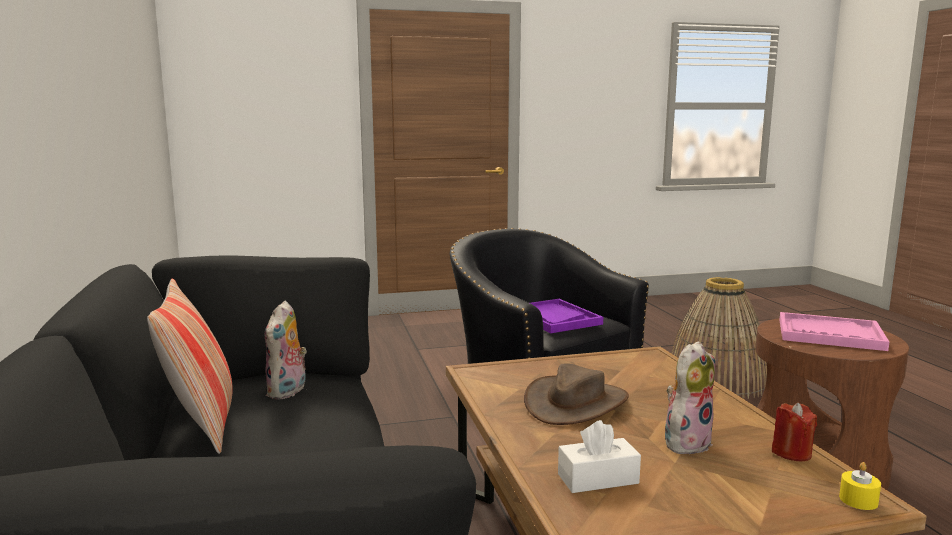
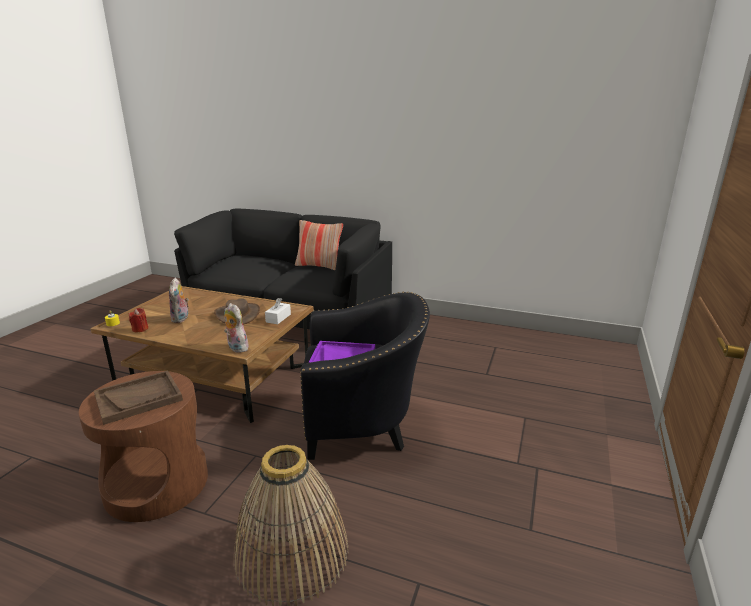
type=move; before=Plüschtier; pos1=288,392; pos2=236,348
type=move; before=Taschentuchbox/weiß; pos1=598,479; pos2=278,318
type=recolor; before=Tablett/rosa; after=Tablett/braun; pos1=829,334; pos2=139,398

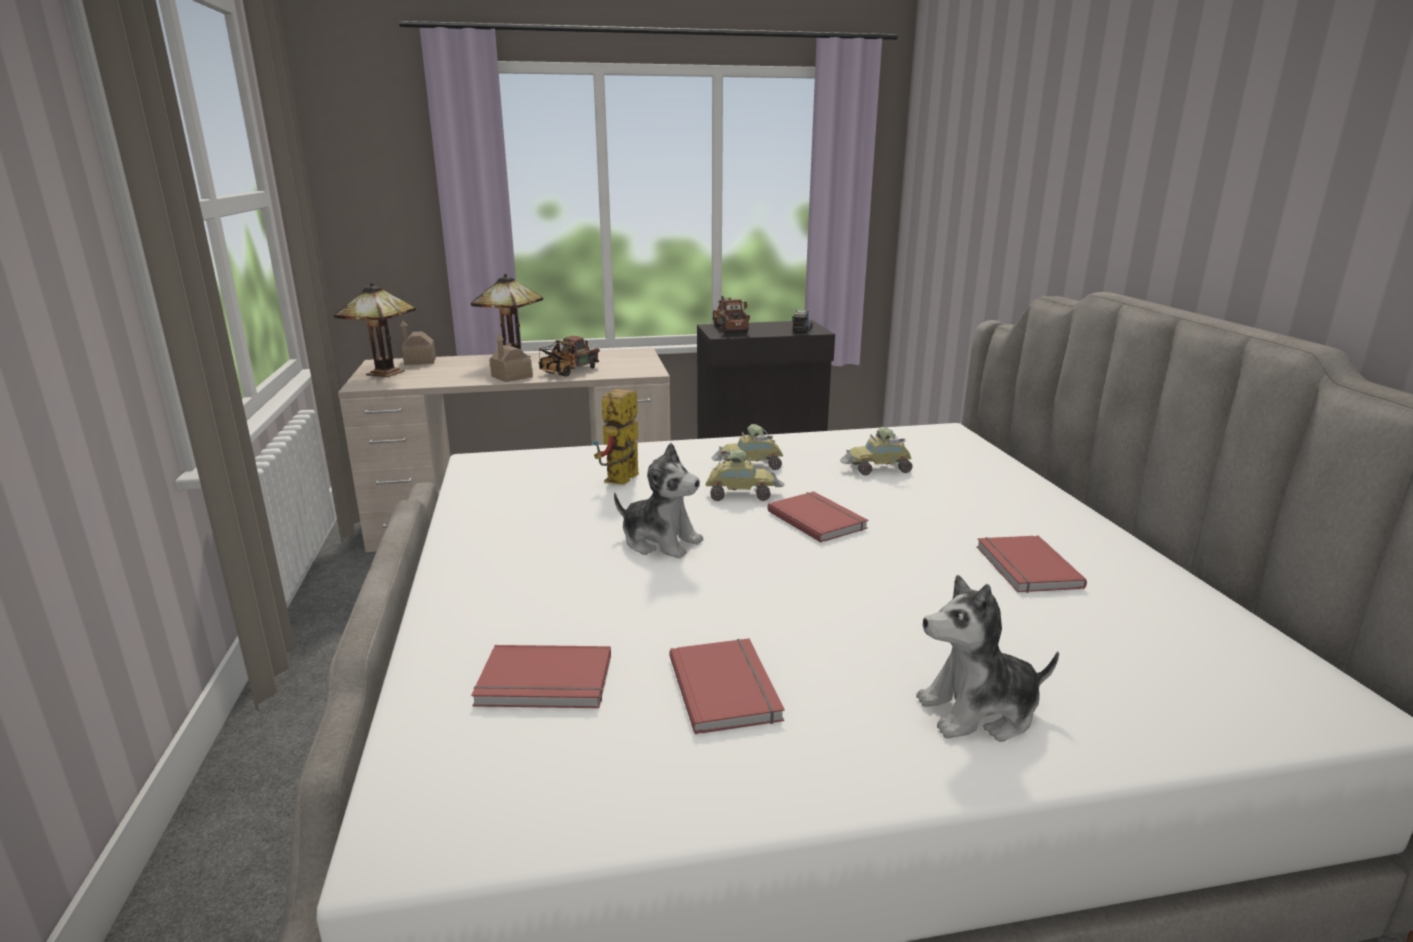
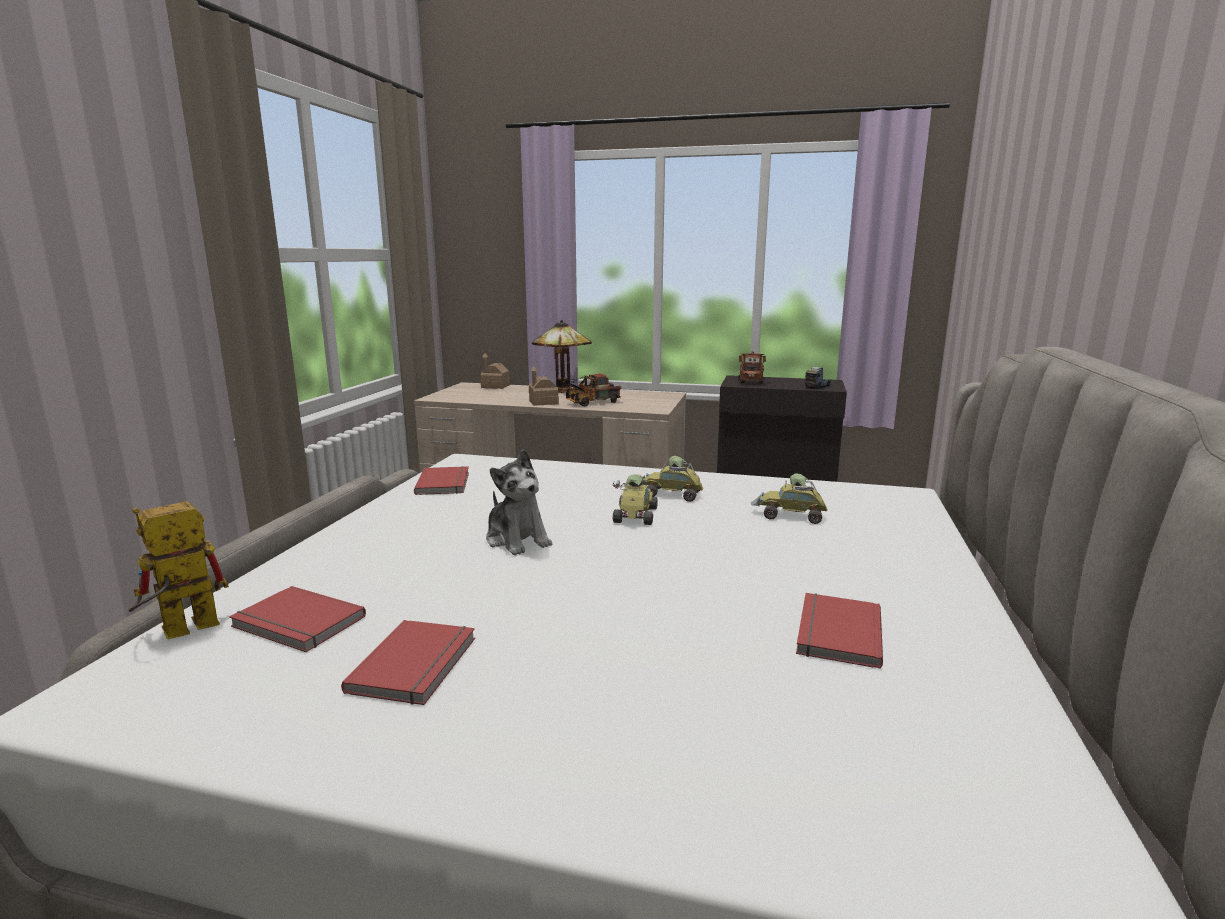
type=delete; before=Tischlampe; pos1=385,374
type=move; before=Spielzeugroboter; pos1=621,481; pos2=178,632
type=rotate; before=Spielzeugauto; pos1=741,492; pos2=634,514; turn=-105
type=move; before=Buch/rot; pos1=818,519; pos2=445,483
type=delete; before=Plüschtier; pos1=979,712

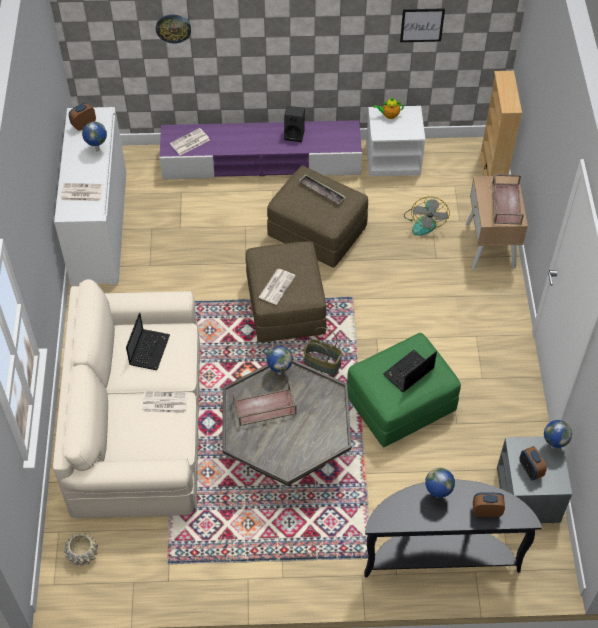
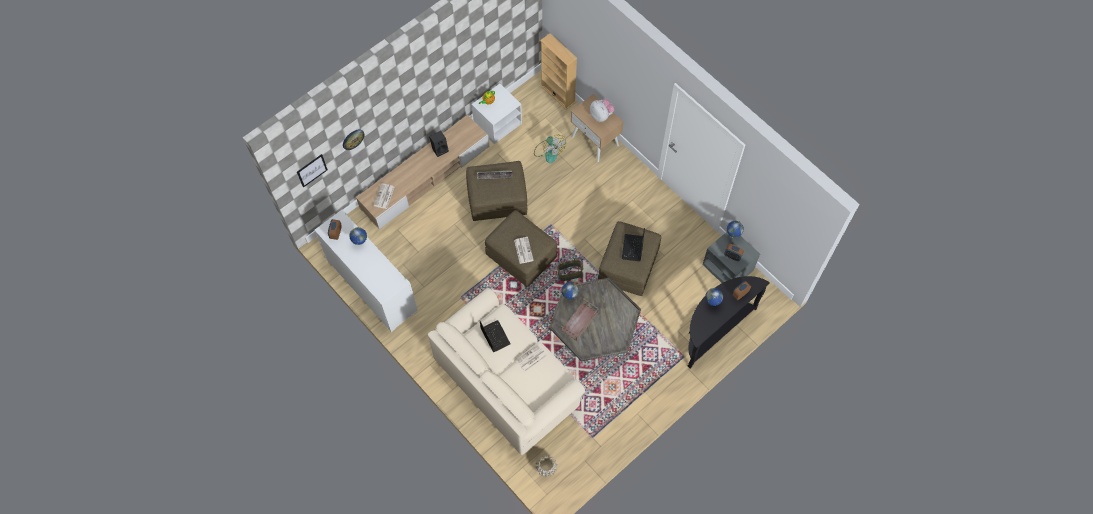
type=delete; before=Zeitung; pos1=81,193
type=recolor; before=Fernsehschrank/lila; after=Fernsehschrank/beige; pos1=262,161; pos2=425,177
type=recolor; before=Polsterhocker/grün; after=Polsterhocker/braun; pos1=400,404; pos2=628,266
type=move; before=Bild; pos1=422,25; pos2=312,170
type=replace; before=Tablett/braun; after=Plüschtier; pos1=505,203; pos2=601,115

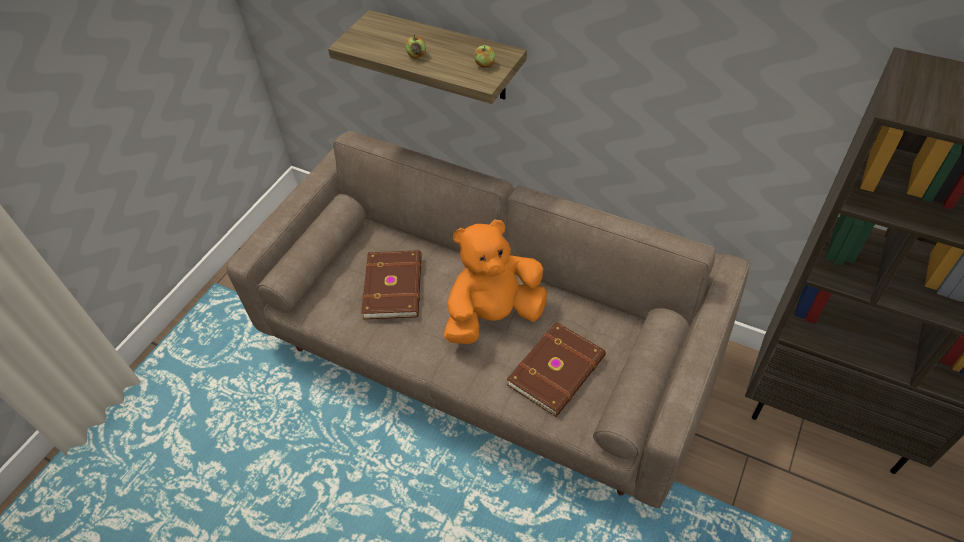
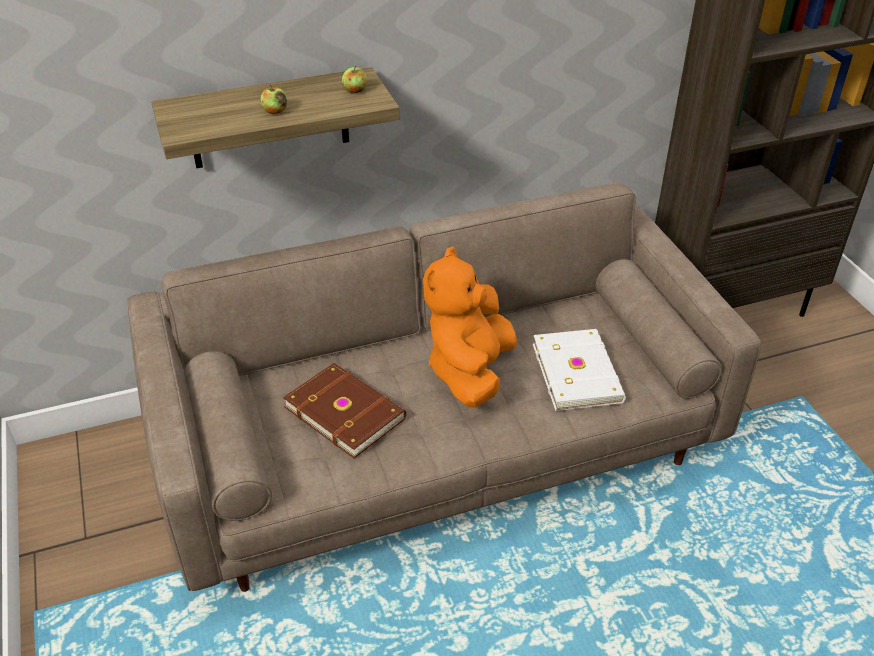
type=recolor; before=Buch/braun; after=Buch/weiß; pos1=558,371; pos2=578,372

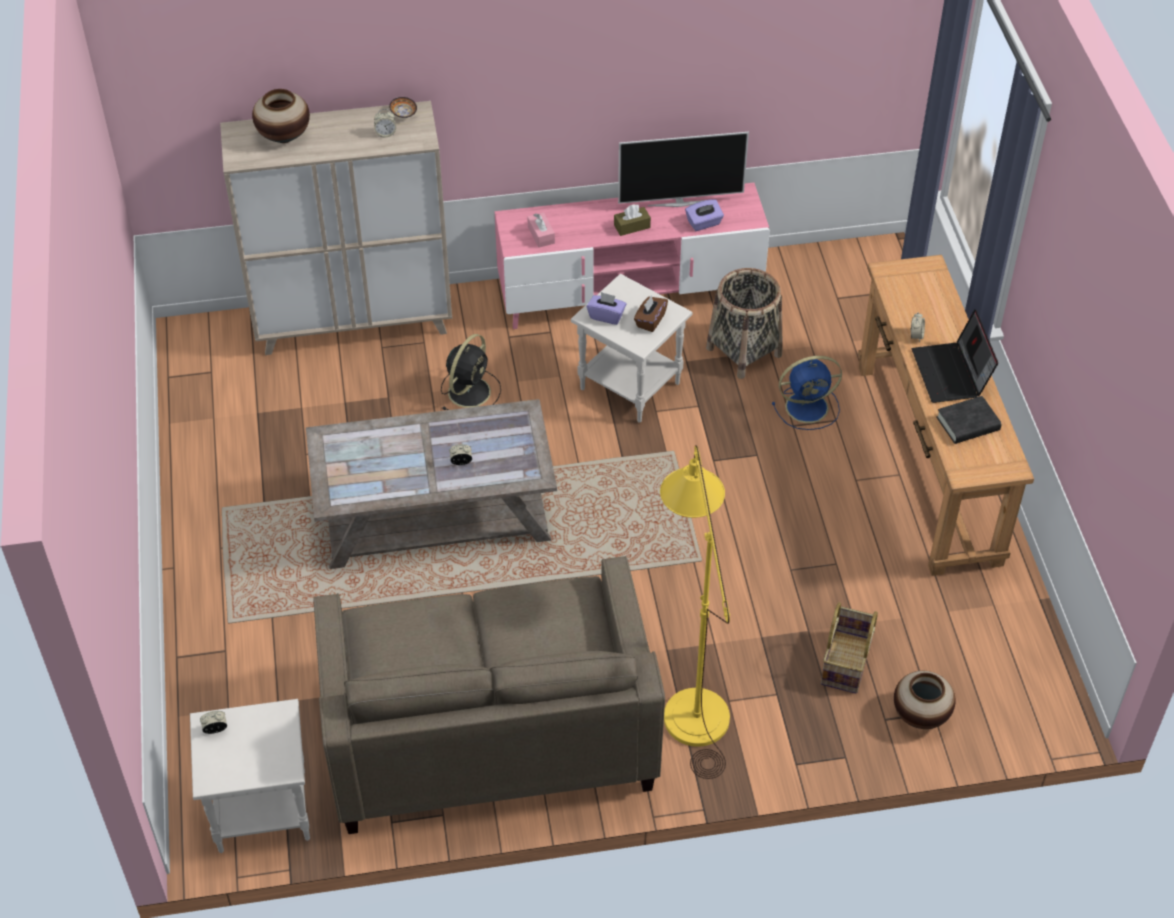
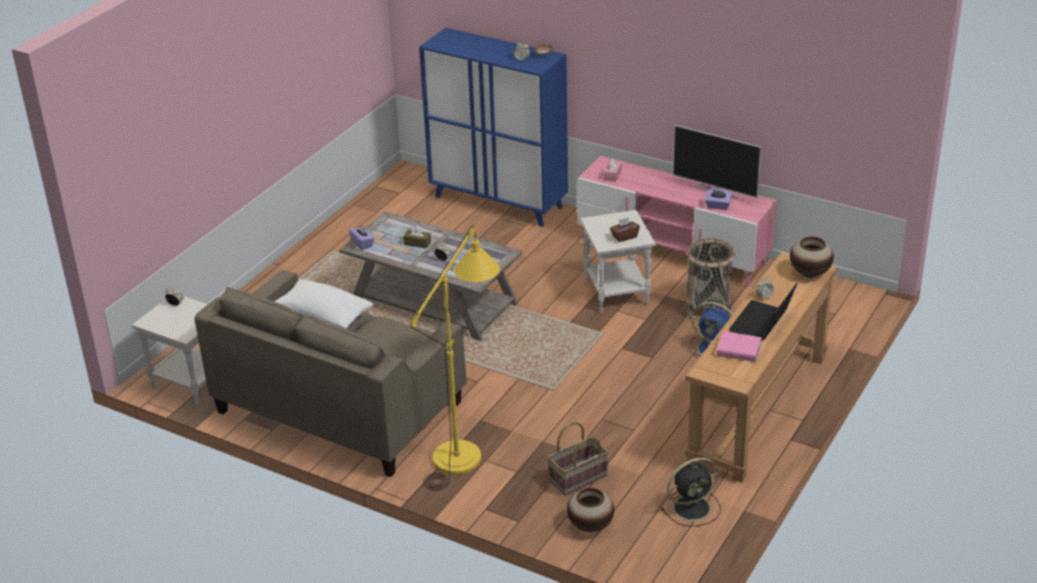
type=recolor; before=Schrank/beige; after=Schrank/blau; pos1=354,323; pos2=498,202
type=move; before=Vase; pos1=284,136; pos2=810,273
type=move; before=Ventilator/schwarz; pos1=470,391; pos2=693,507
type=move; before=Taschentuchbox/lila; pos1=606,316; pos2=362,244
type=move; before=Taschentuchbox/braun; pos1=632,226; pos2=417,243
type=recolor; before=Buch/schwarz; after=Buch/rosa; pos1=968,424; pos2=739,350
type=insert; after=Kissen/weiß; pos2=323,315

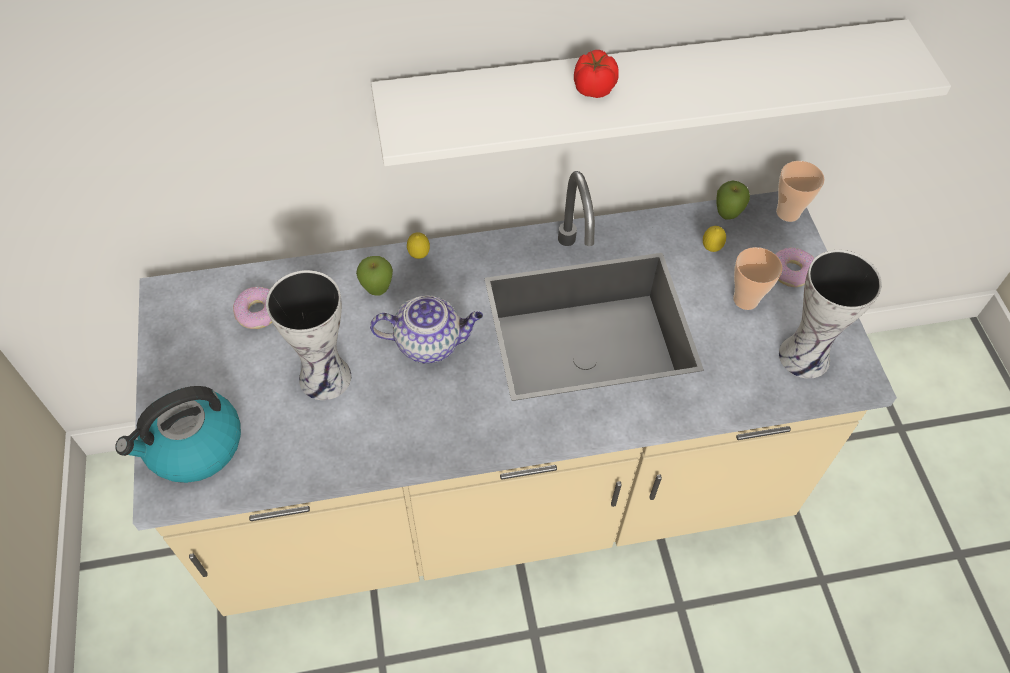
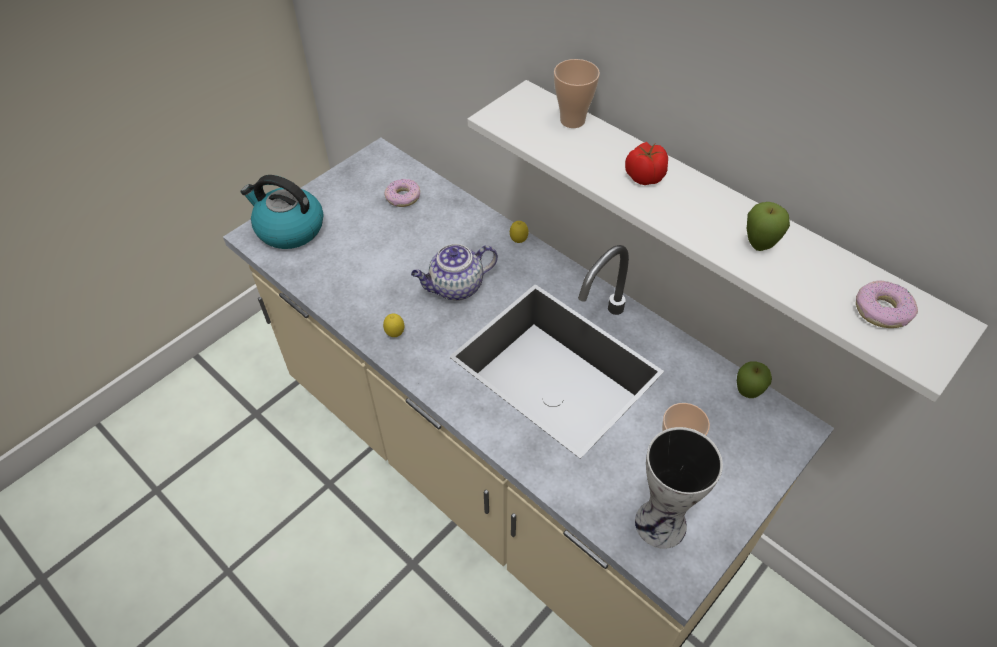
type=delete; before=Vase; pos1=327,376
type=move; before=Apfel; pos1=377,291; pos2=758,246
type=rotate; before=Teekanne; pos1=430,343; pos2=455,287; turn=105
type=move; before=Zitrone; pos1=711,249; pos2=395,334
type=move; before=Donut; pos1=791,272; pos2=881,310
type=move; before=Tasse; pos1=788,213; pos2=572,120

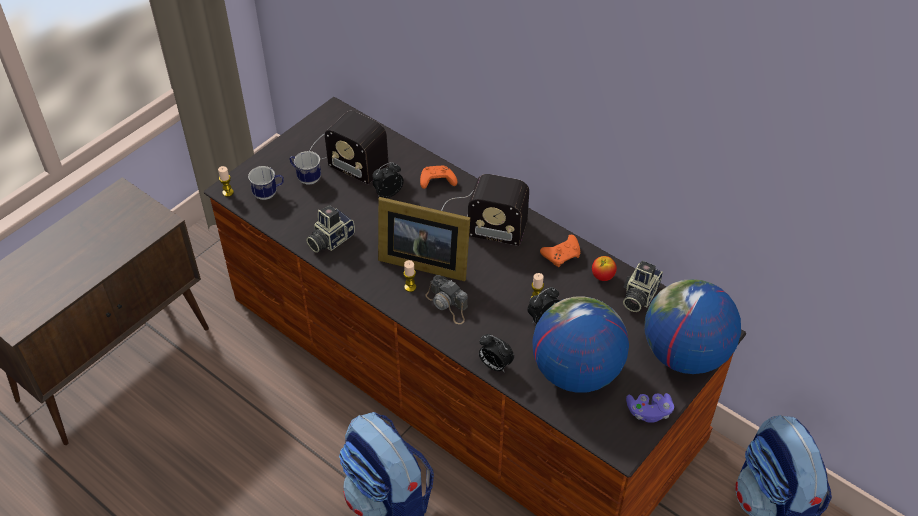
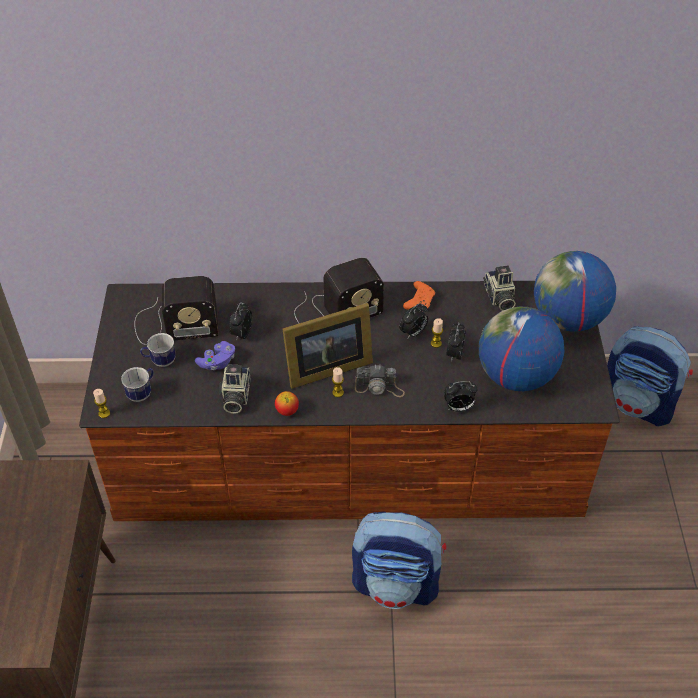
type=delete; before=Gamepad/orange; pos1=436,182
type=move; before=Apfel; pos1=602,277; pos2=287,411
type=move; before=Gamepad/lila; pos1=648,412; pos2=217,362
type=insert; after=Wecker; pos2=413,333

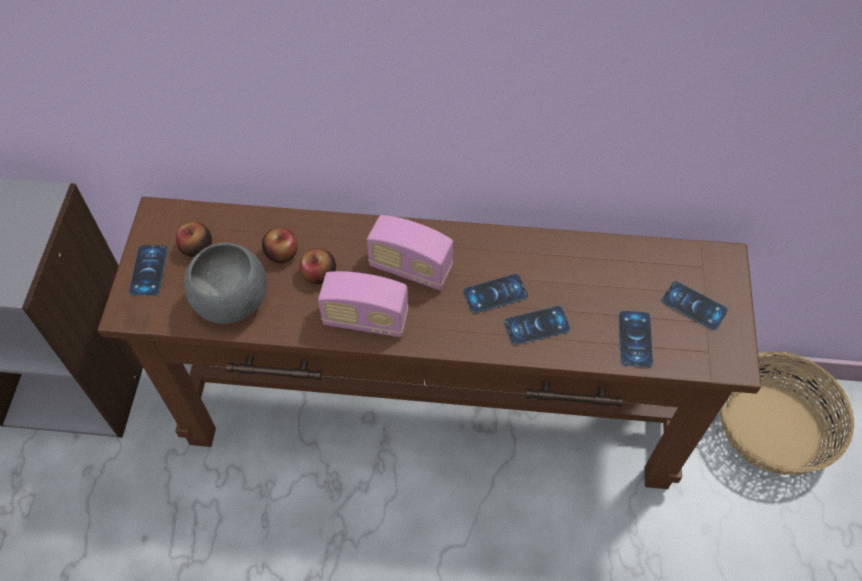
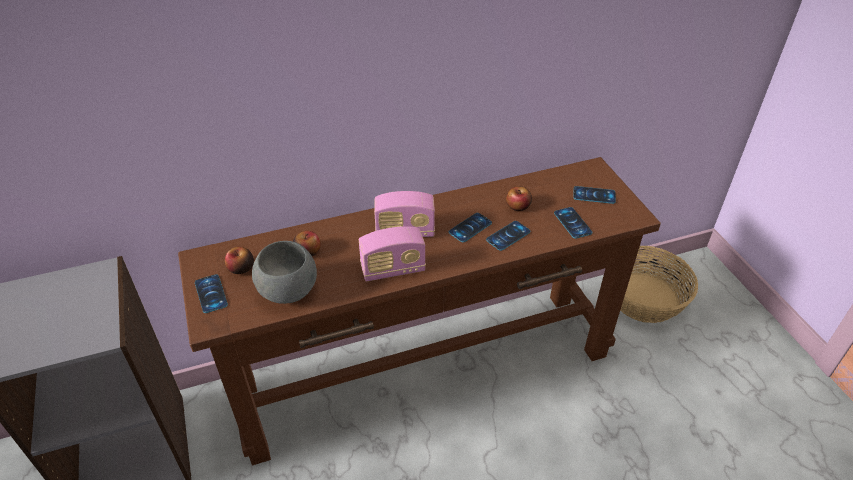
type=move; before=Apfel; pos1=319,274; pos2=518,206

